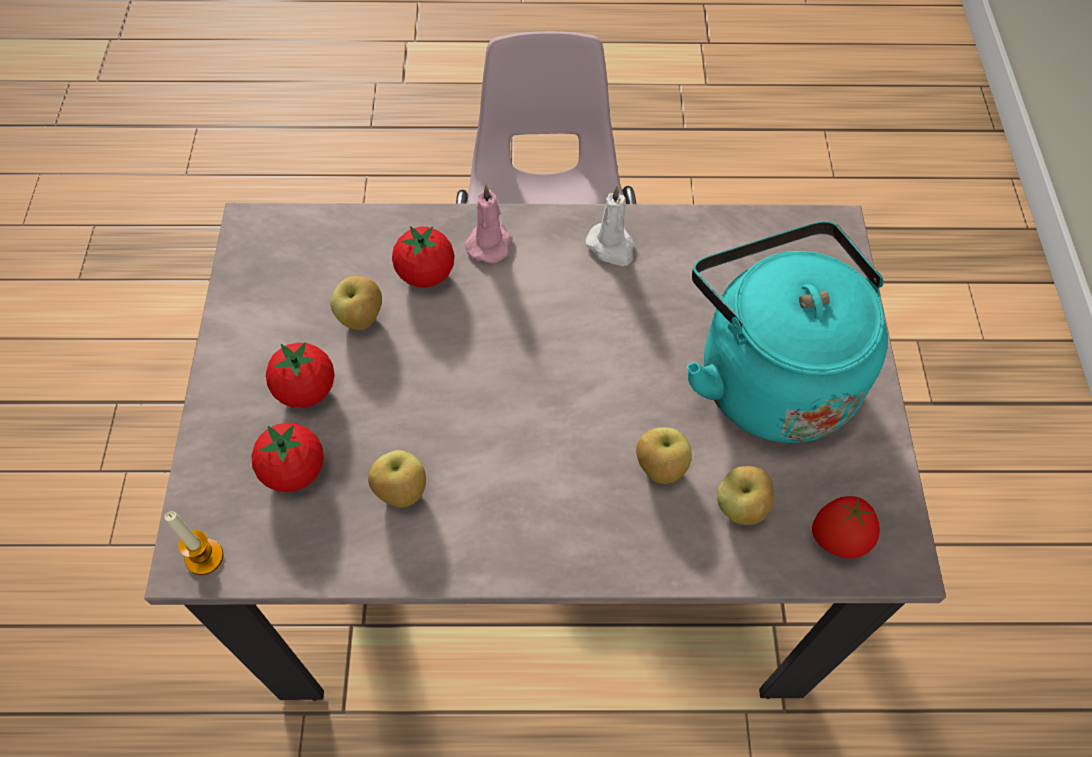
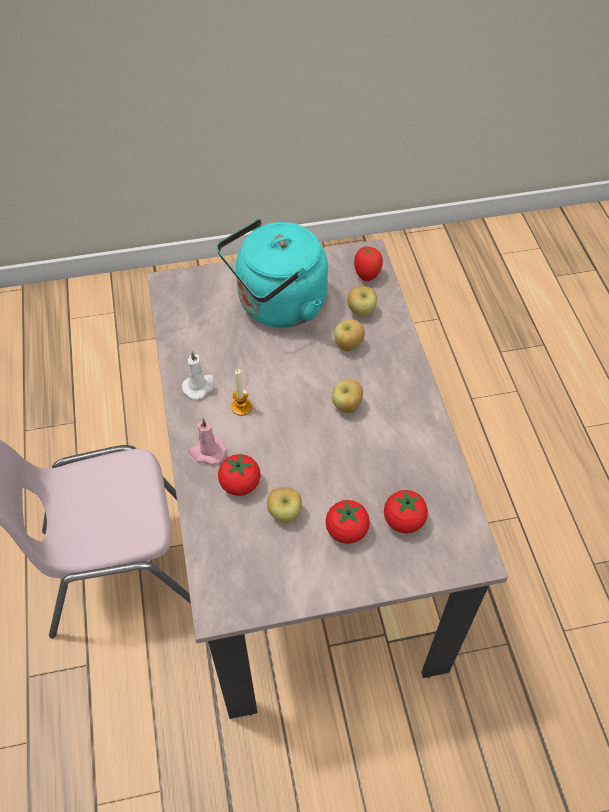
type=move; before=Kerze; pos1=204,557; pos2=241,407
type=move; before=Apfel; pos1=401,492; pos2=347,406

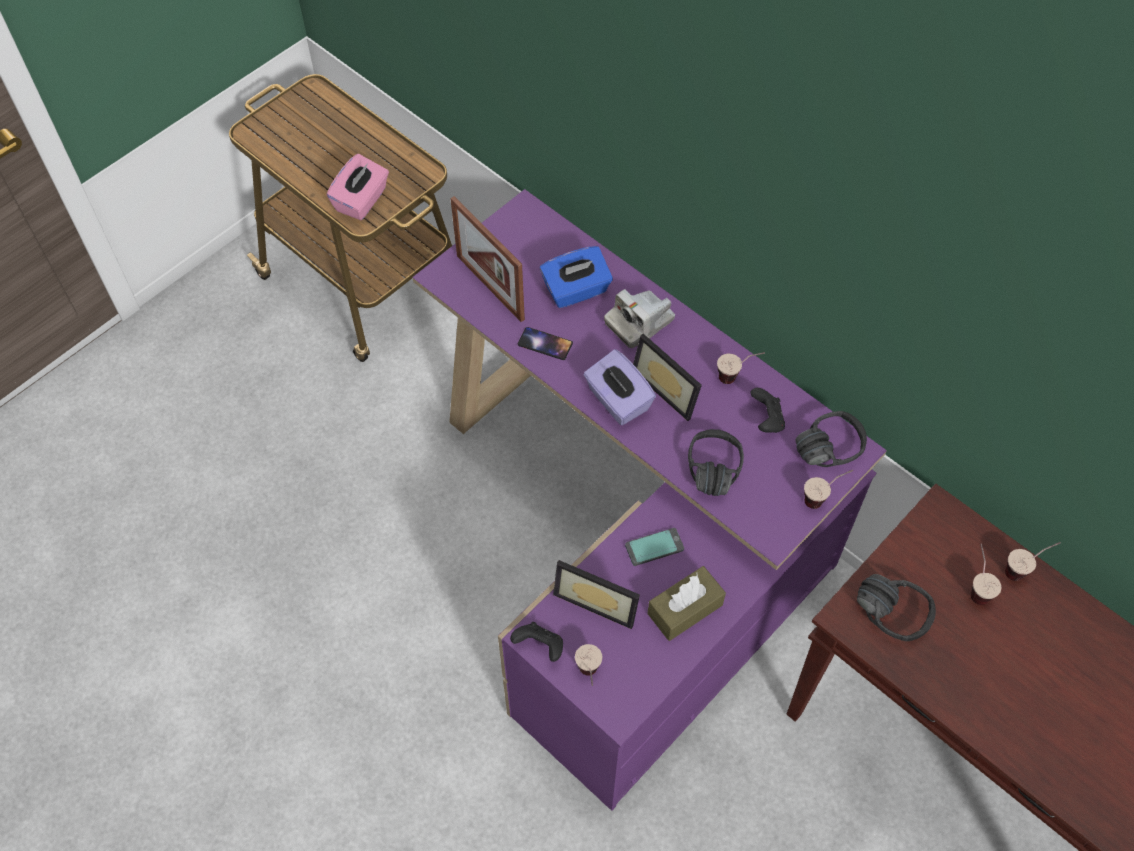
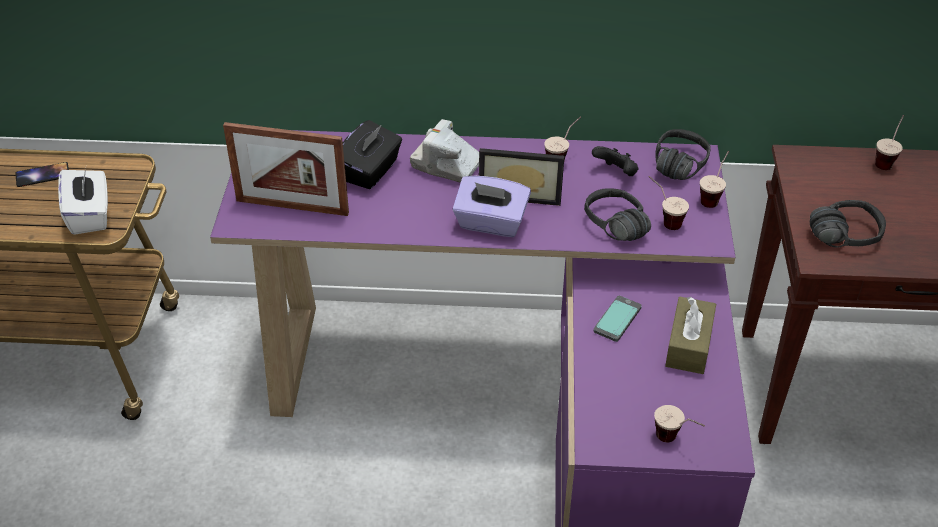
type=recolor; before=Taschentuchbox/rosa; after=Taschentuchbox/weiß; pos1=362,201; pos2=90,215
type=delete; before=Gamepad/schwarz; pos1=540,646
type=move; before=Handy; pos1=545,344; pos2=42,175
type=recolor; before=Taschentuchbox/blau; after=Taschentuchbox/schwarz; pos1=576,290; pos2=370,171
type=delete; before=Bilderrahmen; pos1=598,598
type=rotate; before=Kamera; pos1=639,322; pos2=447,165; turn=105
type=move; before=Tasse; pos1=976,586; pos2=663,220

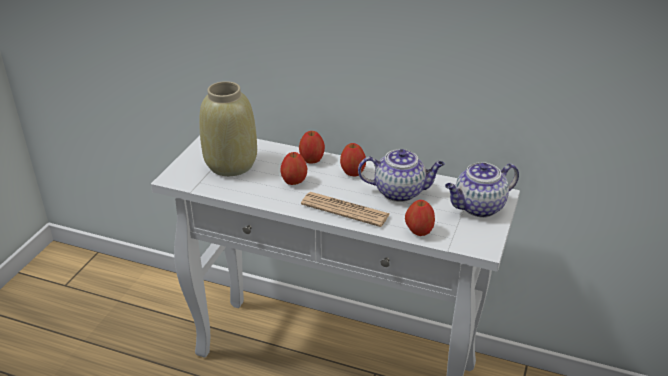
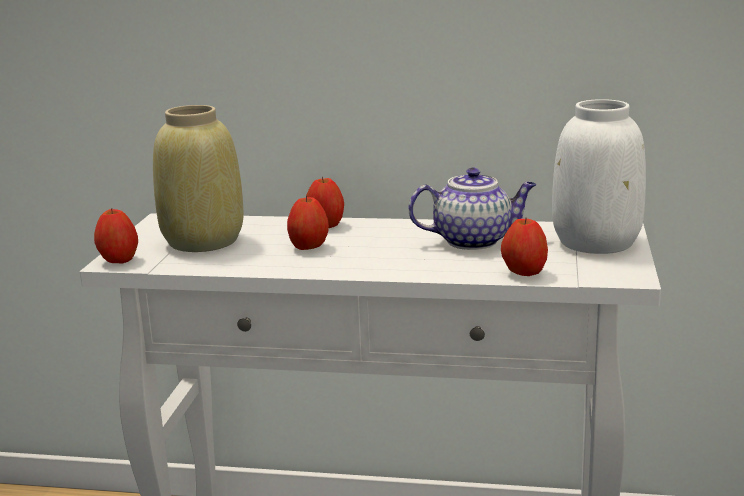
type=delete; before=Zeitung; pos1=345,210
type=move; before=Apfel; pos1=352,172; pos2=118,260
type=replace; before=Teekanne; after=Vase/weiß; pos1=478,207; pos2=596,243

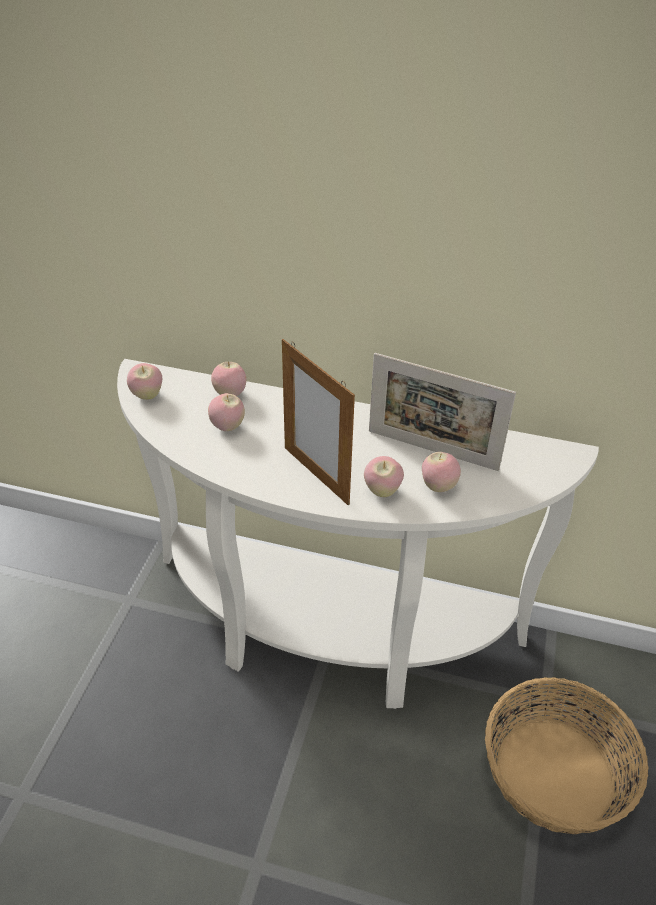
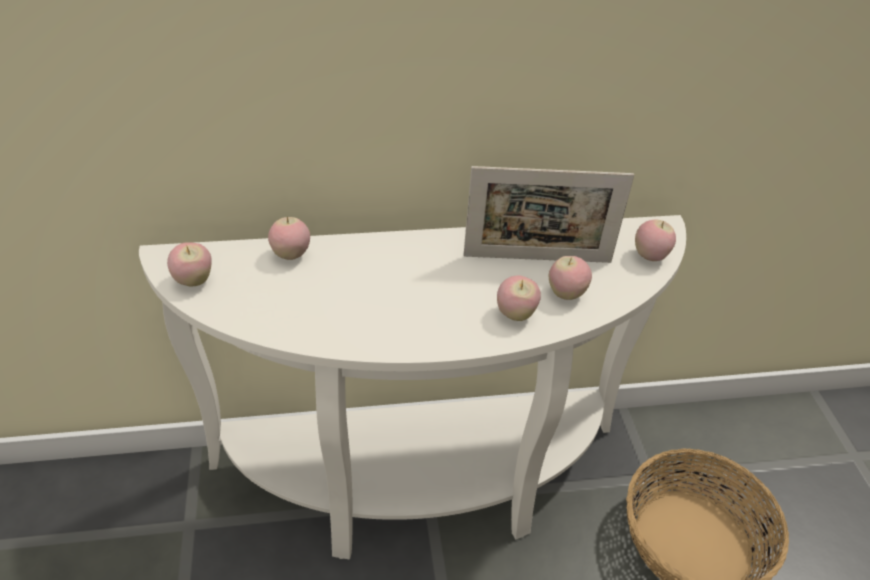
type=move; before=Apfel; pos1=227,426; pos2=650,256
type=delete; before=Bilderrahmen; pos1=316,475

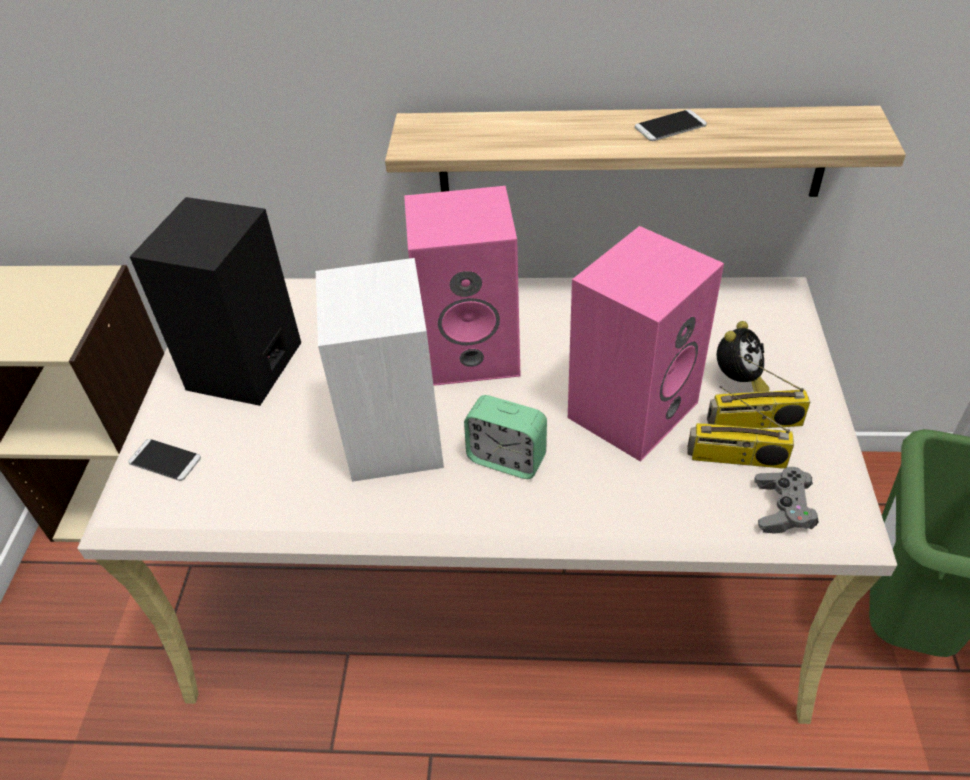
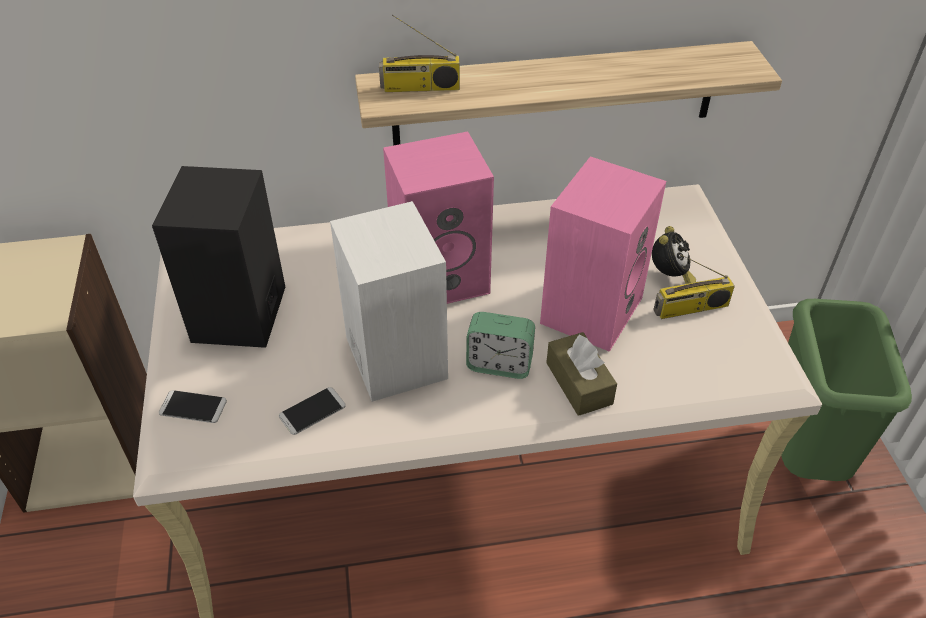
type=move; before=Handy; pos1=670,126; pos2=312,411
type=move; before=Radio; pos1=736,458; pos2=420,88
type=delete; before=Gamepad/grau; pos1=782,509
type=insert; after=Taschentuchbox/braun; pos2=579,383

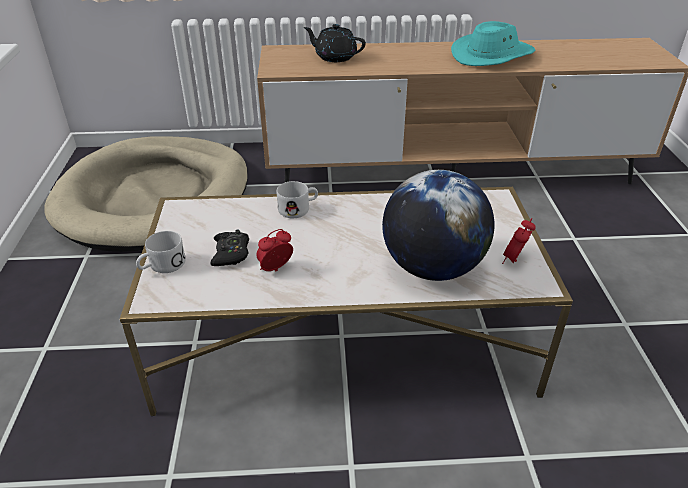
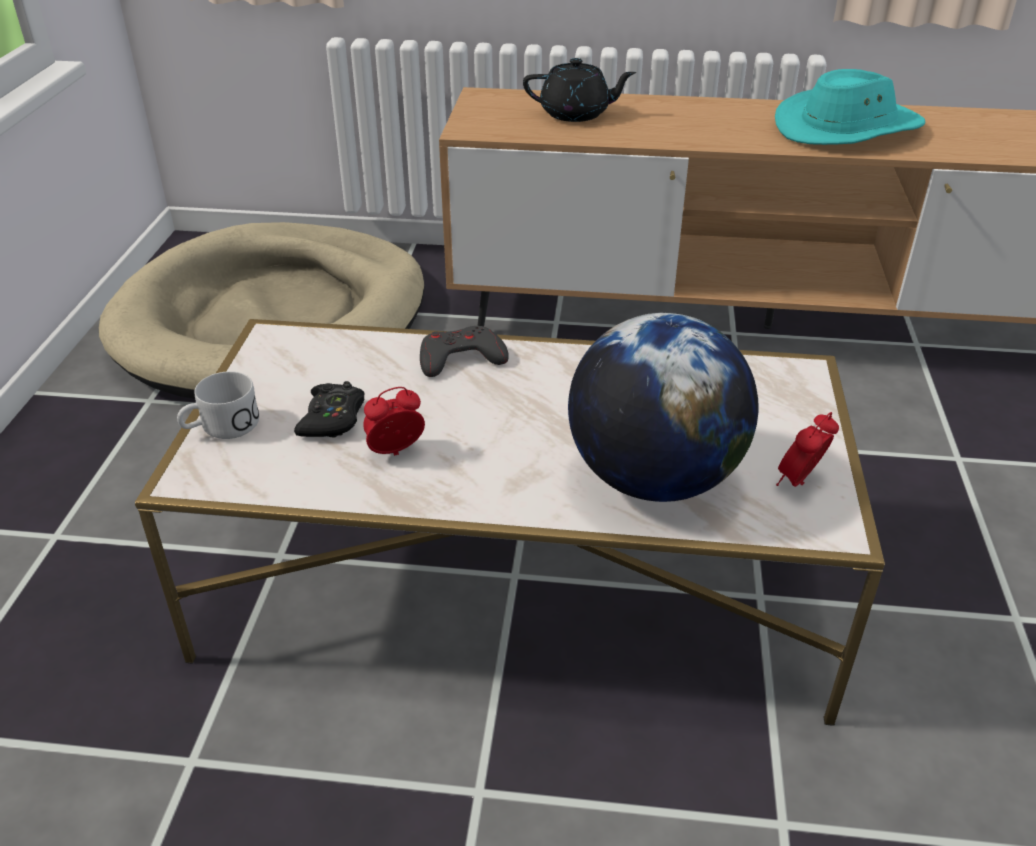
type=replace; before=Henkelbecher/weiß; after=Gamepad/grau; pos1=299,209; pos2=460,358
type=rotate; before=Teekanne/schwarz; pos1=335,57; pos2=576,114; turn=150

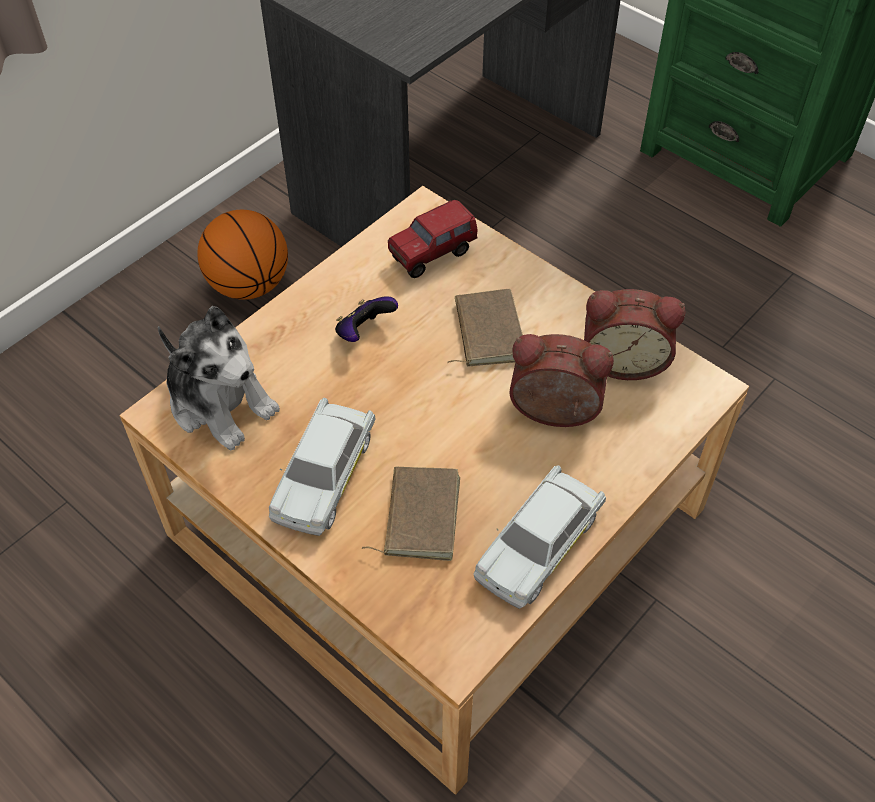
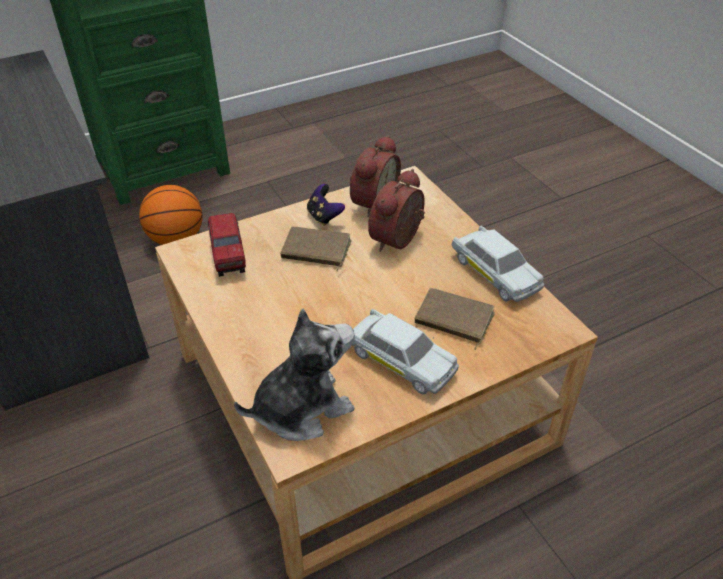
type=move; before=Basketball; pos1=249,285; pos2=176,239
type=move; before=Gamepad; pos1=364,332; pos2=324,217

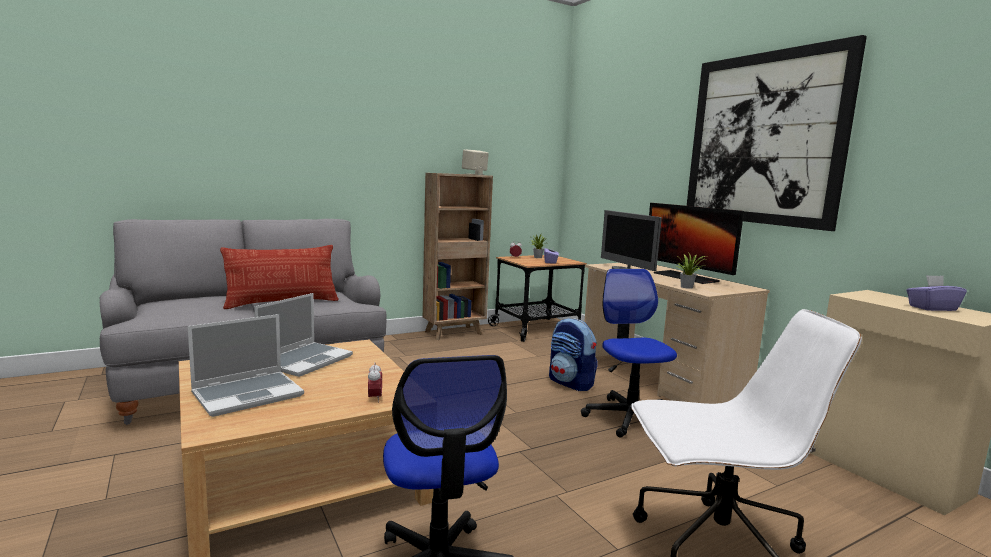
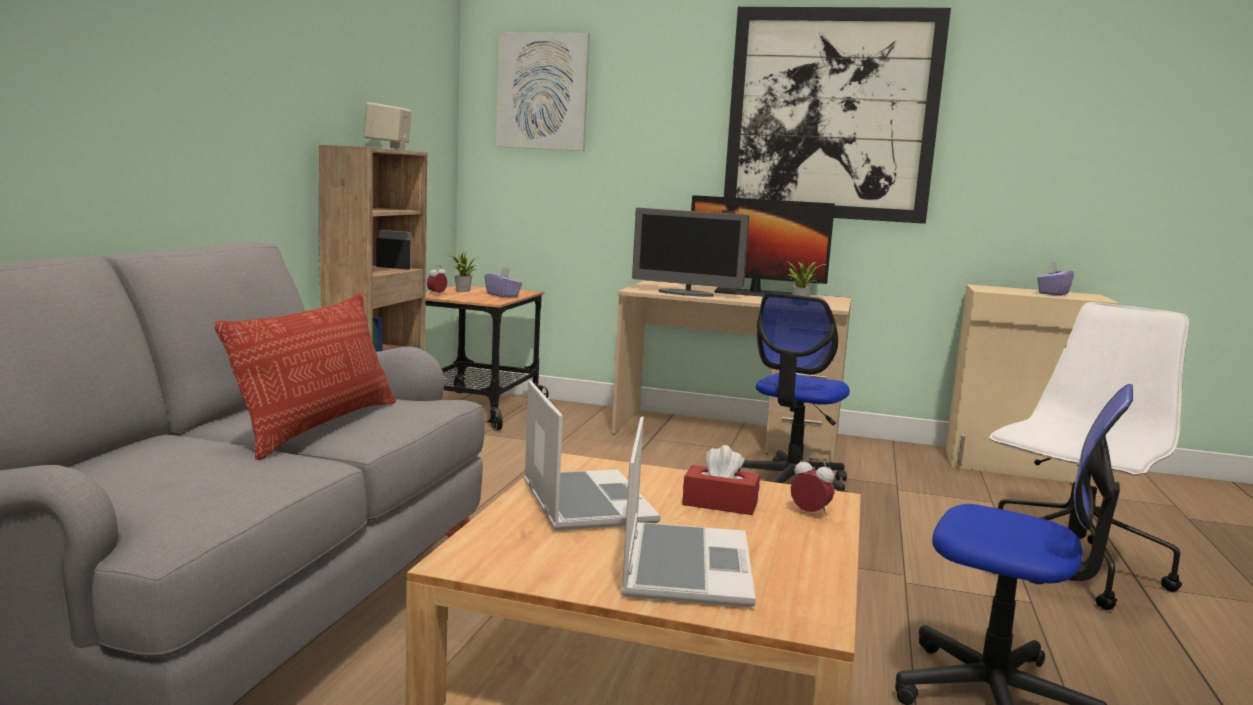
type=delete; before=Rucksack; pos1=571,383
type=rotate; before=Bürostuhl; pos1=629,418; pos2=791,484; turn=-90
type=insert; after=Bild; pos2=542,91
type=insert; after=Taschentuchbox/rot; pos2=720,504

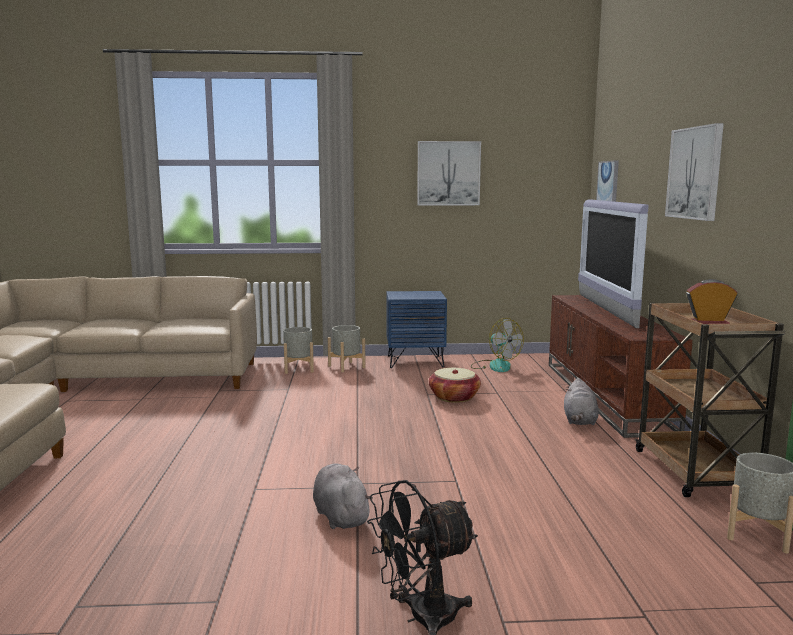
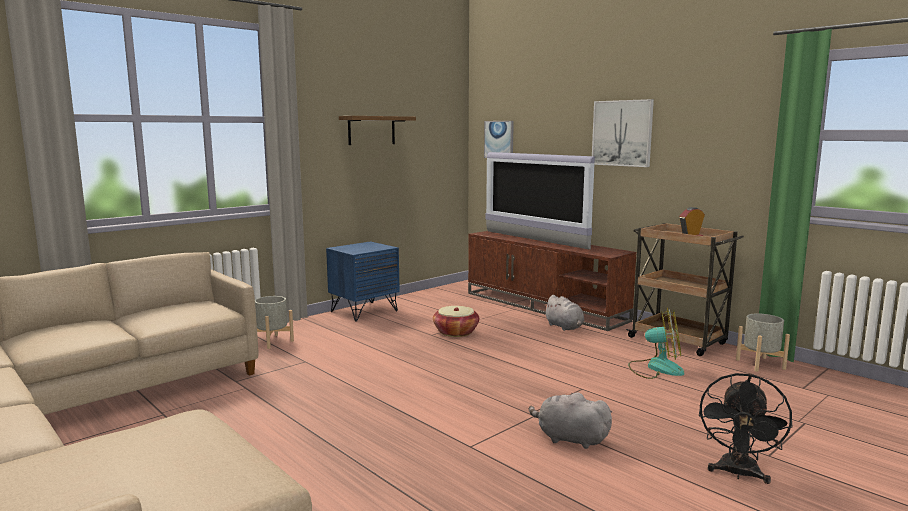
type=delete; before=Pflanzkübel/grau; pos1=346,367
type=replace; before=Bild; after=Wandregal; pos1=448,173; pos2=371,130
type=move; before=Ventilator; pos1=495,366; pos2=656,368

